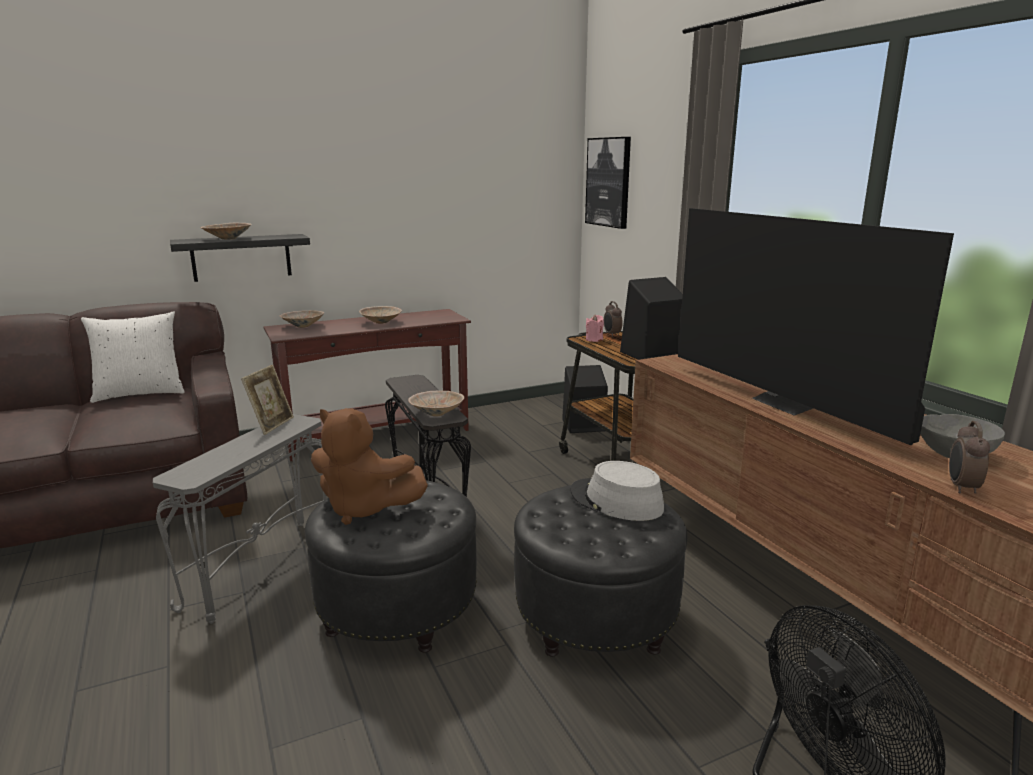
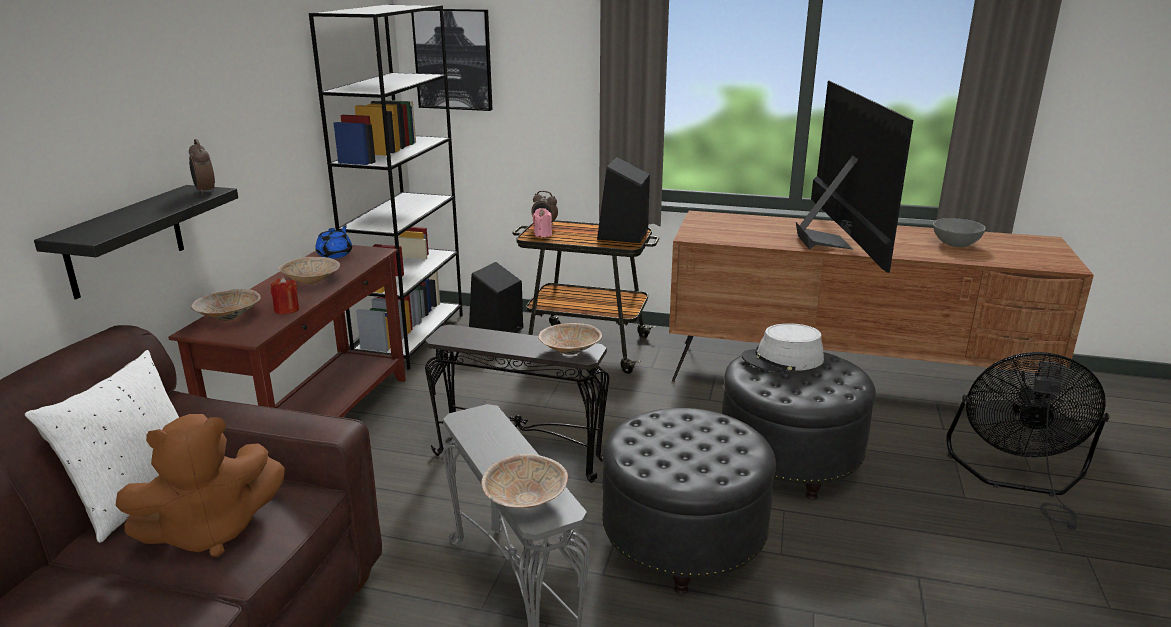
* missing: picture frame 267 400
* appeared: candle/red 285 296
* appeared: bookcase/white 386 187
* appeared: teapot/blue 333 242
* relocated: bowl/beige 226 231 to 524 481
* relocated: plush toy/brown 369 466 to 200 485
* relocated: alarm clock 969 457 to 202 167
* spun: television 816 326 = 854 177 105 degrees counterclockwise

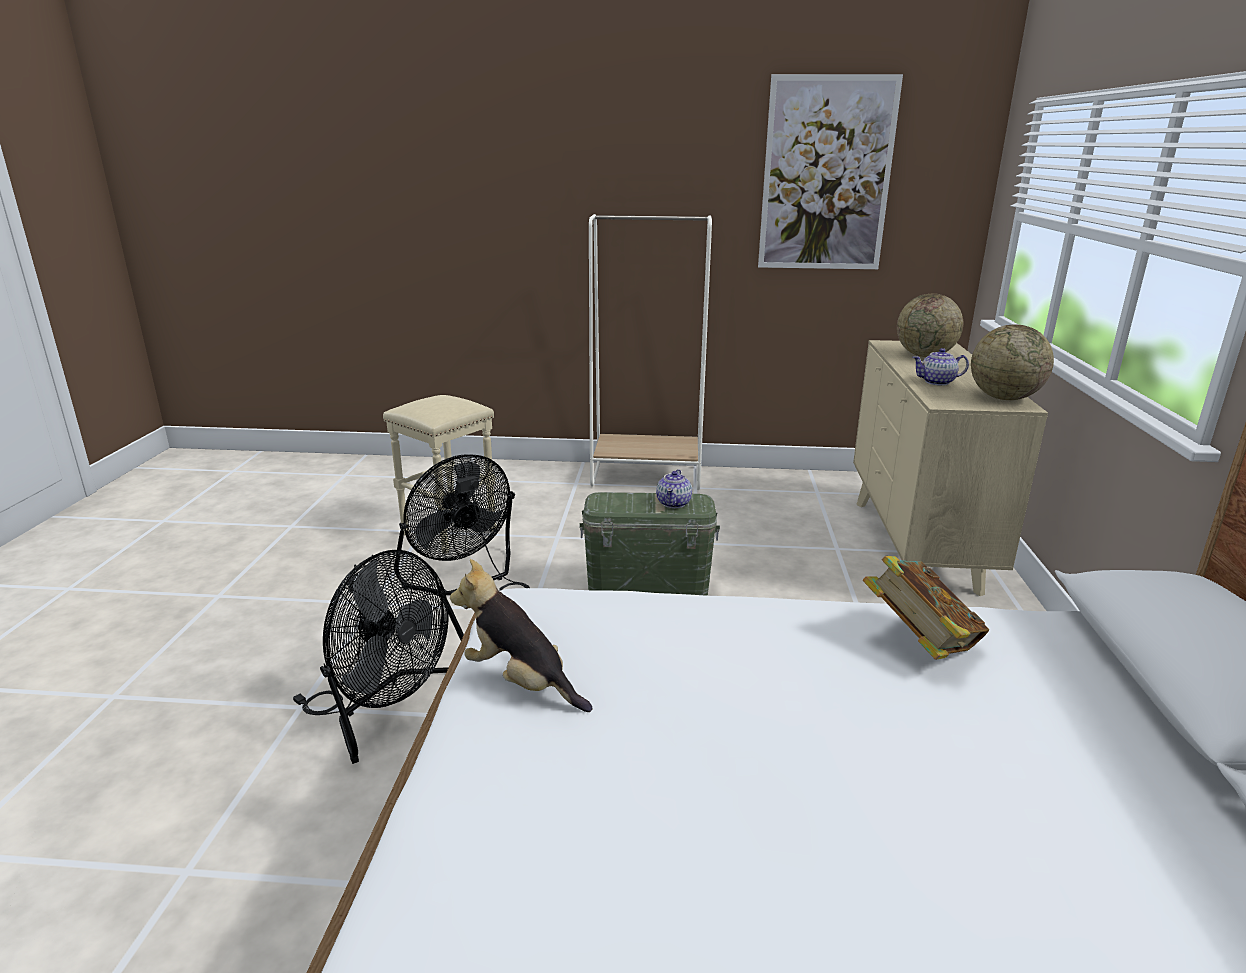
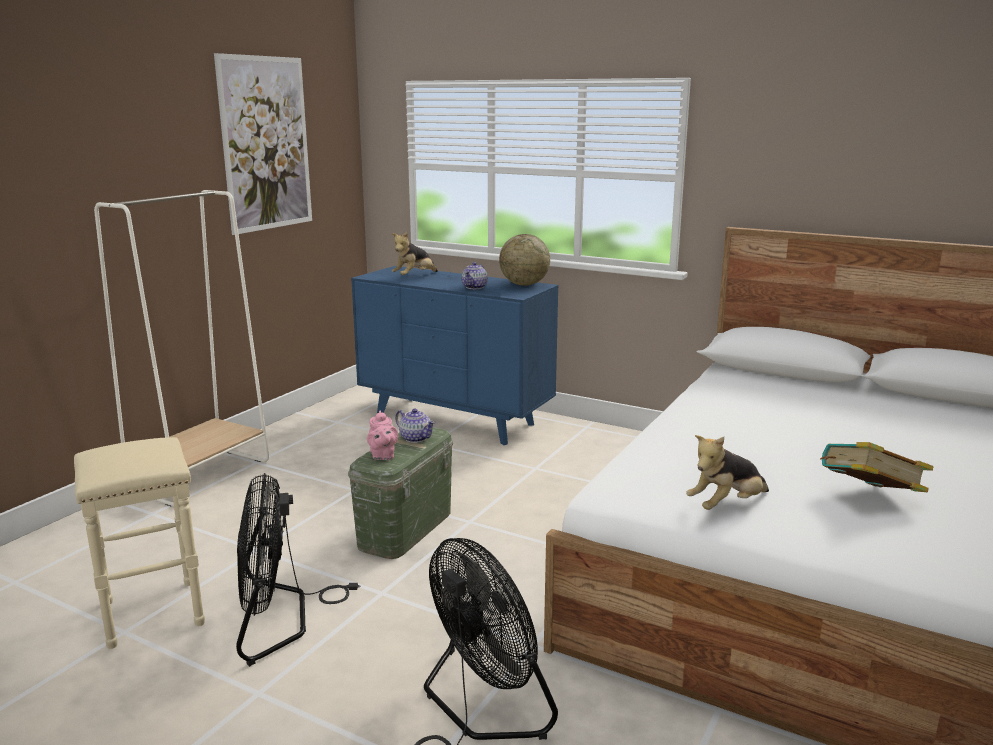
* appeared: teapot/pink 382 435
* relocated: book 926 608 to 876 467
* exchanged: globe 930 325 to plush toy 415 253
* colour: dresser/beige 950 468 to dresser/blue 455 355

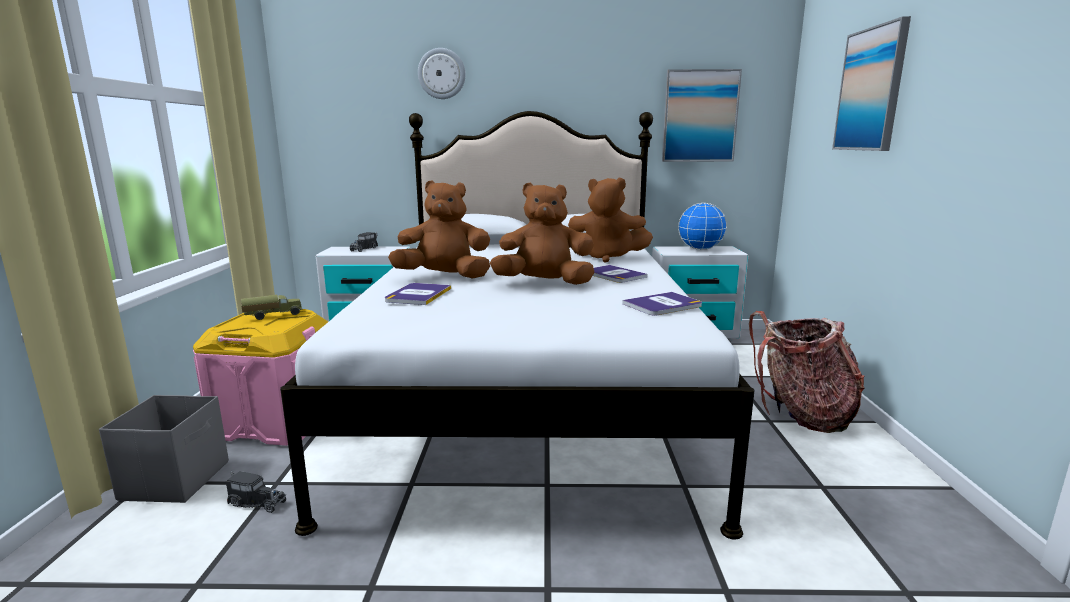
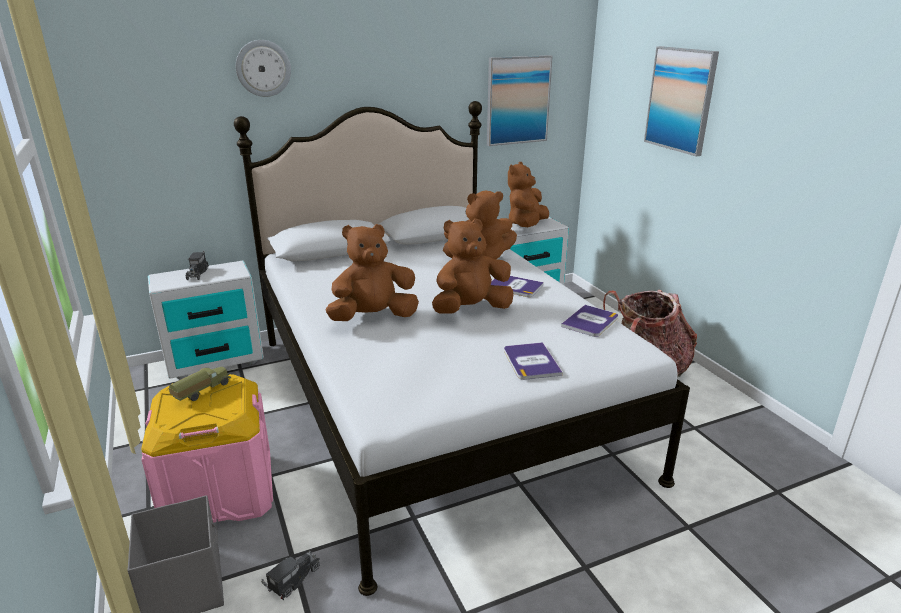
* relocated: book 418 294 to 533 361
* exchanged: globe 702 226 to plush toy/brown 528 194
* spun: toy truck 256 491 = 290 575 45 degrees counterclockwise

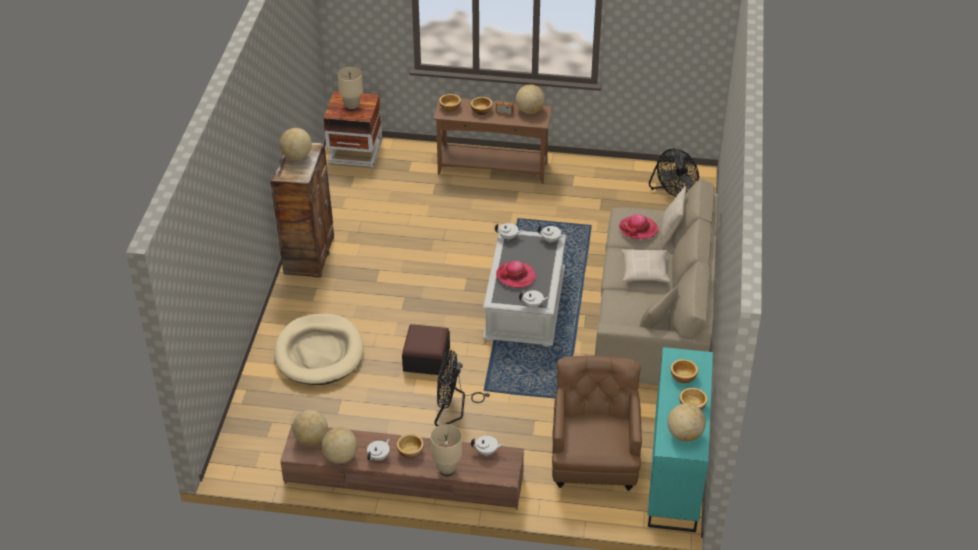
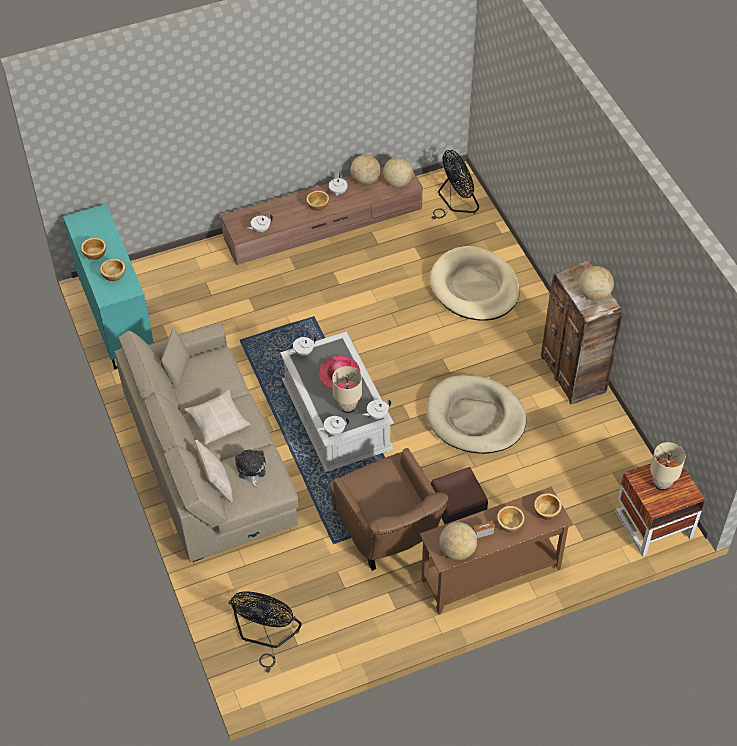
* missing: globe 686 422
* appeared: dog bed/beige 476 414
* relocated: ottoman 426 349 to 459 495
* relocated: table lamp/beige 446 450 to 347 389
* relocated: fan/black 462 388 to 455 184
* relocated: armchair/brown 597 423 to 388 509
* exchanged: hat 638 226 to plush toy 250 469

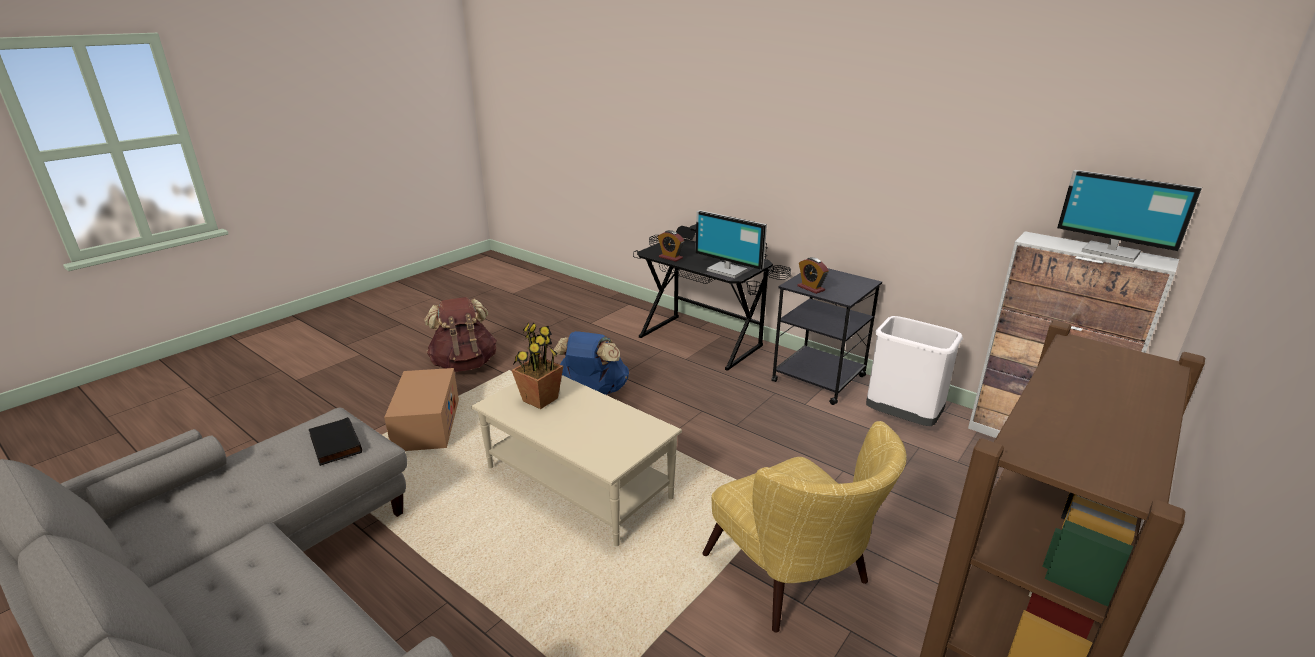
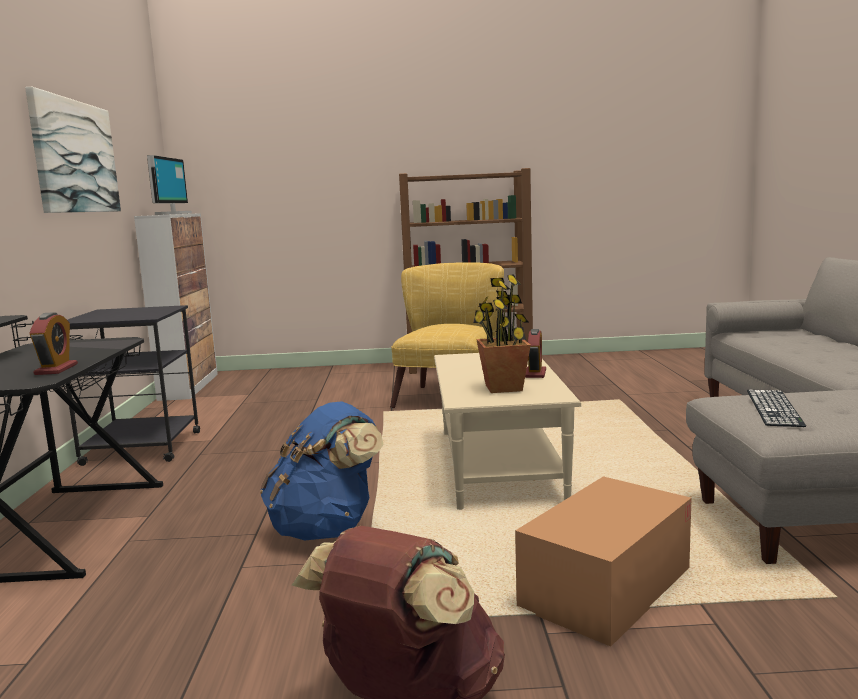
* missing: monitor 731 244
* missing: trash can/white 914 371
* appeared: picture 73 150
* relocated: alarm clock 813 275 to 535 353
* exchanged: book/black 335 441 to keyboard 776 408

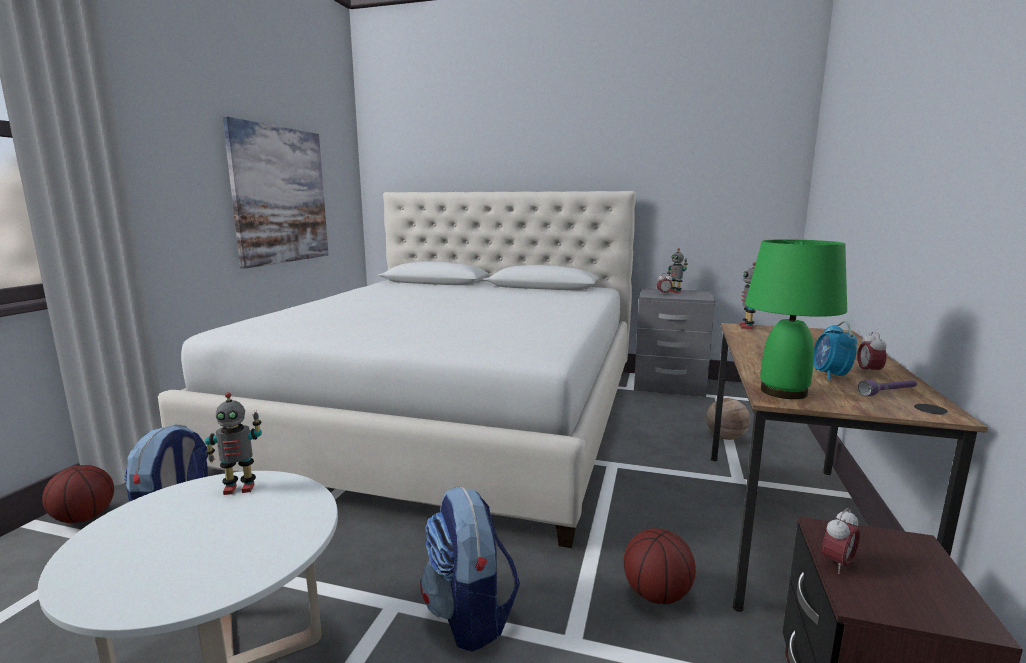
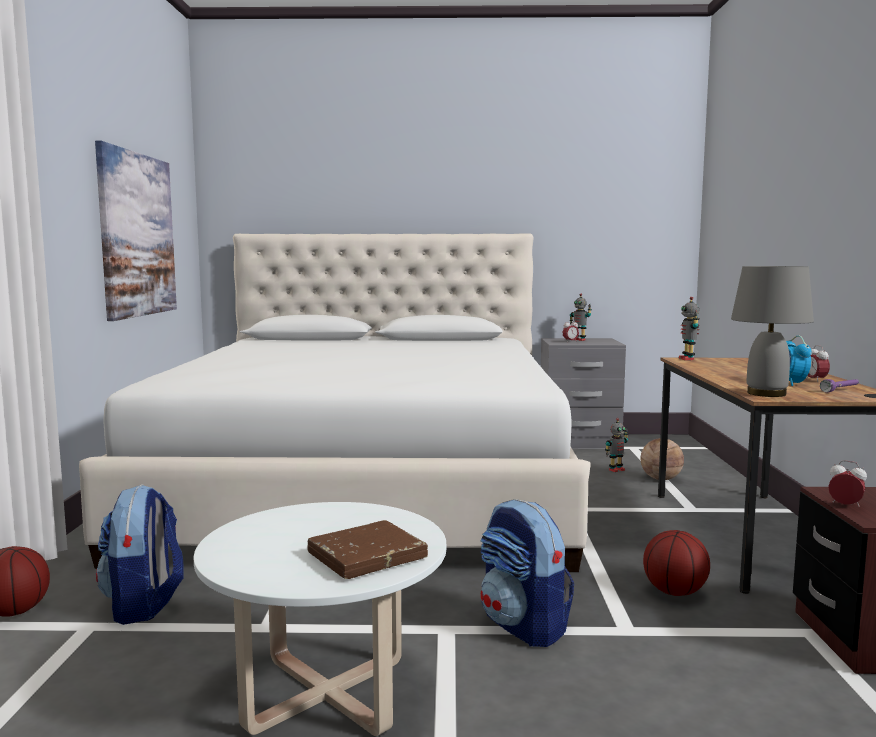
* appeared: book/brown 367 549
* relocated: toy robot 233 443 to 616 445
* colour: table lamp/green 796 319 to table lamp/grey 772 331
* spun: alarm clock 841 541 = 847 483 90 degrees counterclockwise

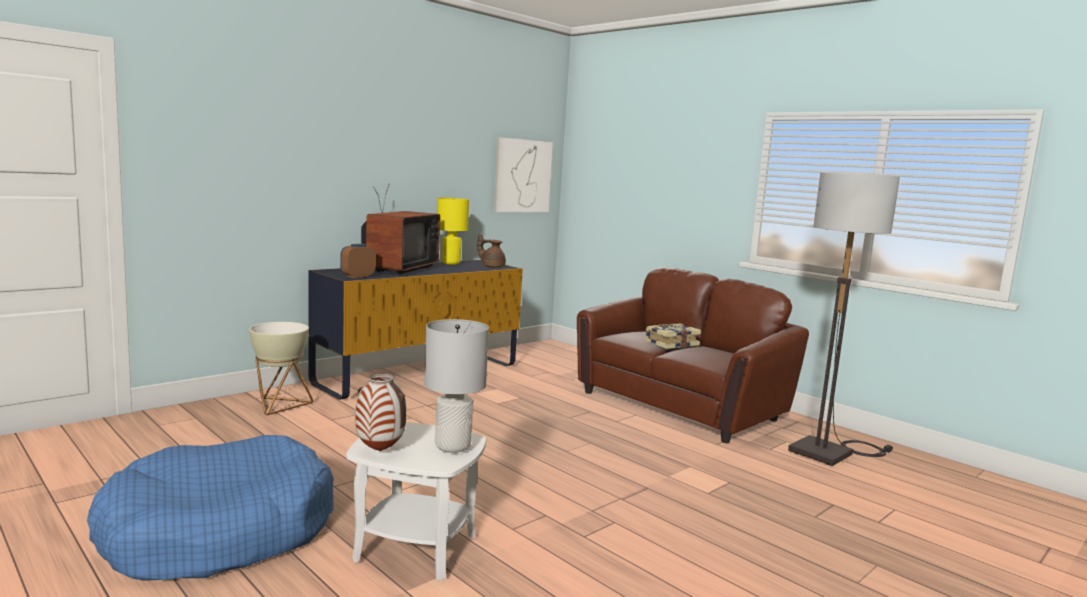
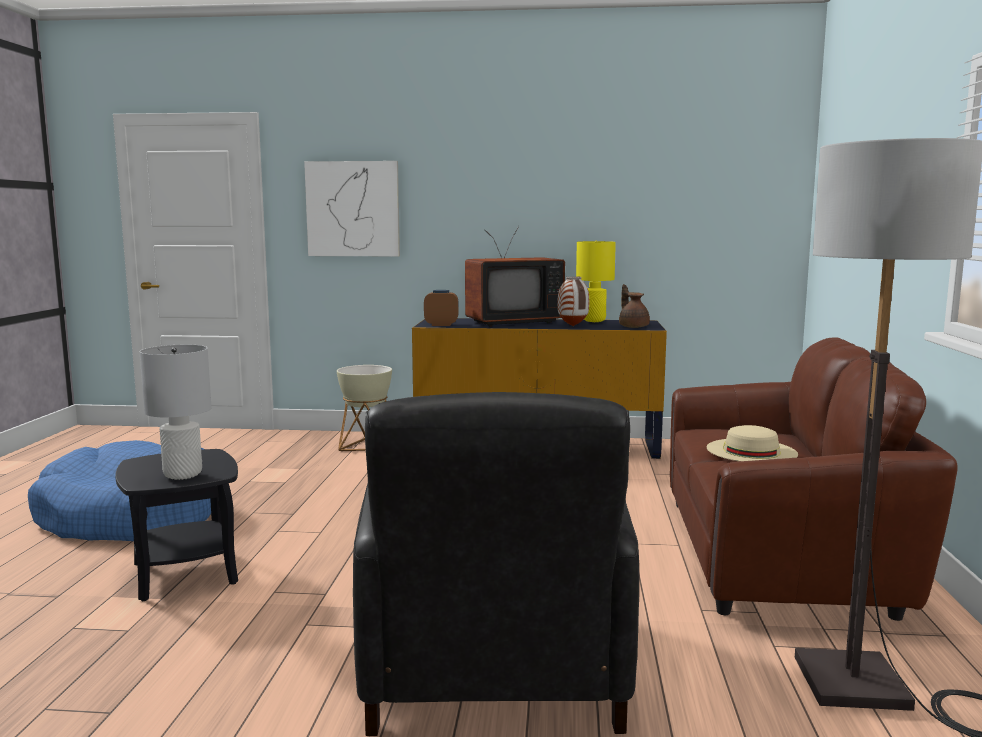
* appeared: armchair/black 496 564
* relocated: vase 380 412 to 573 301
* relocated: picture 523 174 to 352 208
* exchanged: book 673 336 to hat/beige 752 443
* colour: side table/white 416 501 to side table/black 176 525

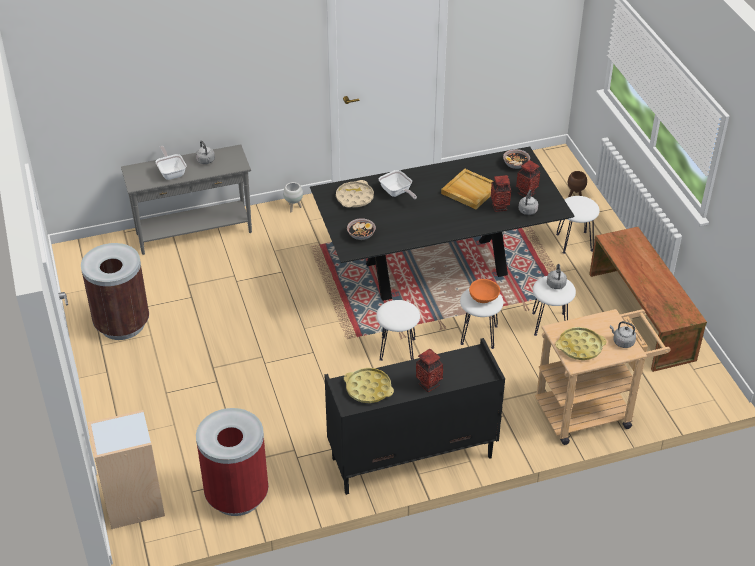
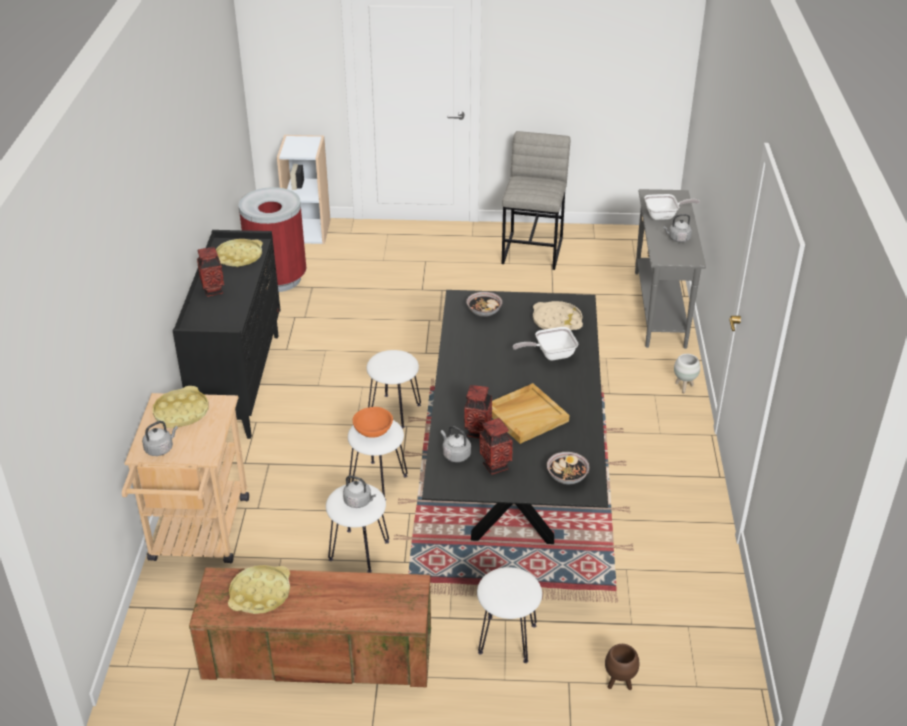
* appeared: tray/yellow 259 589
* exchanged: trash can/brown 115 291 to chair/grey 536 200

